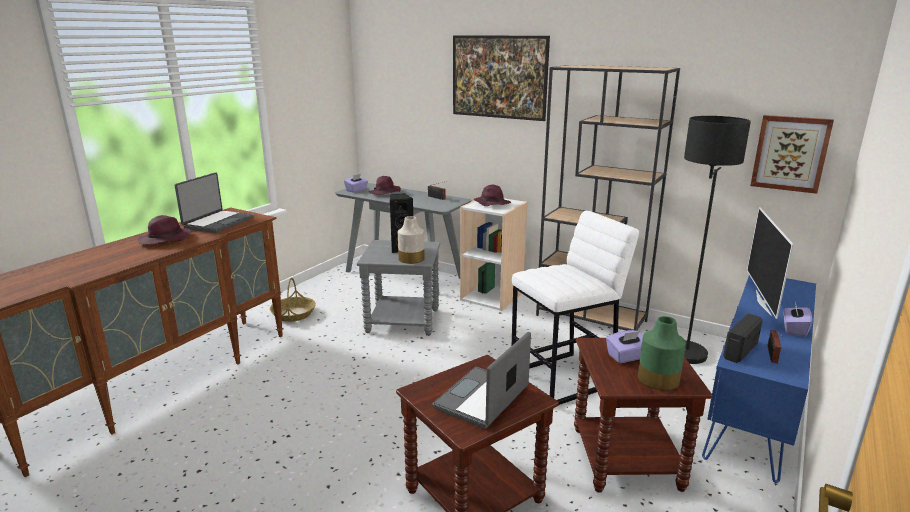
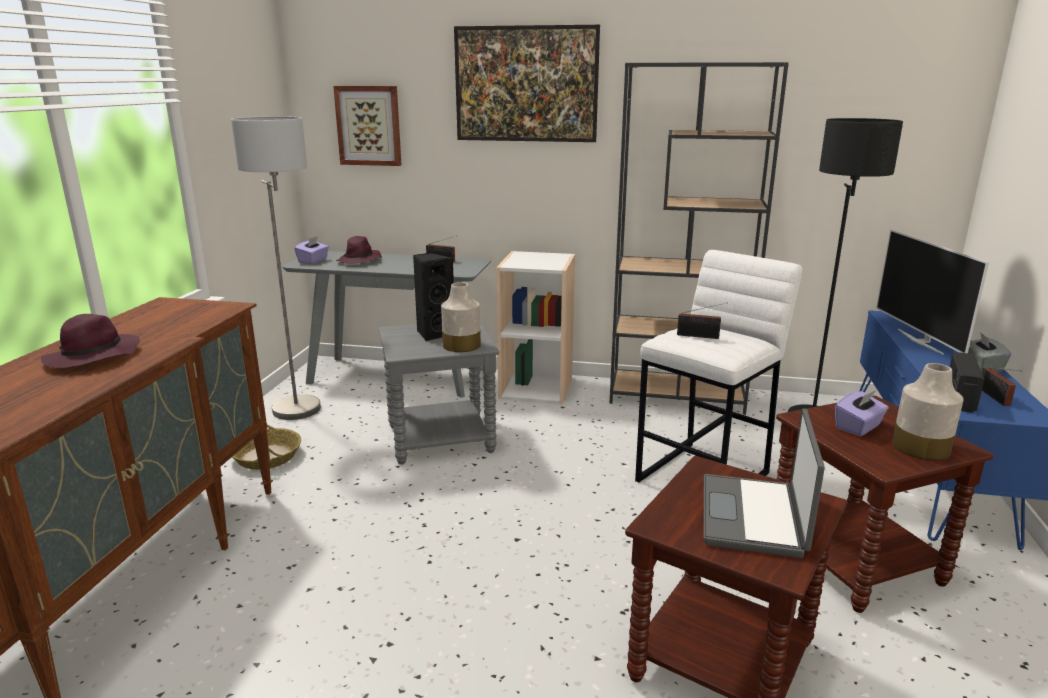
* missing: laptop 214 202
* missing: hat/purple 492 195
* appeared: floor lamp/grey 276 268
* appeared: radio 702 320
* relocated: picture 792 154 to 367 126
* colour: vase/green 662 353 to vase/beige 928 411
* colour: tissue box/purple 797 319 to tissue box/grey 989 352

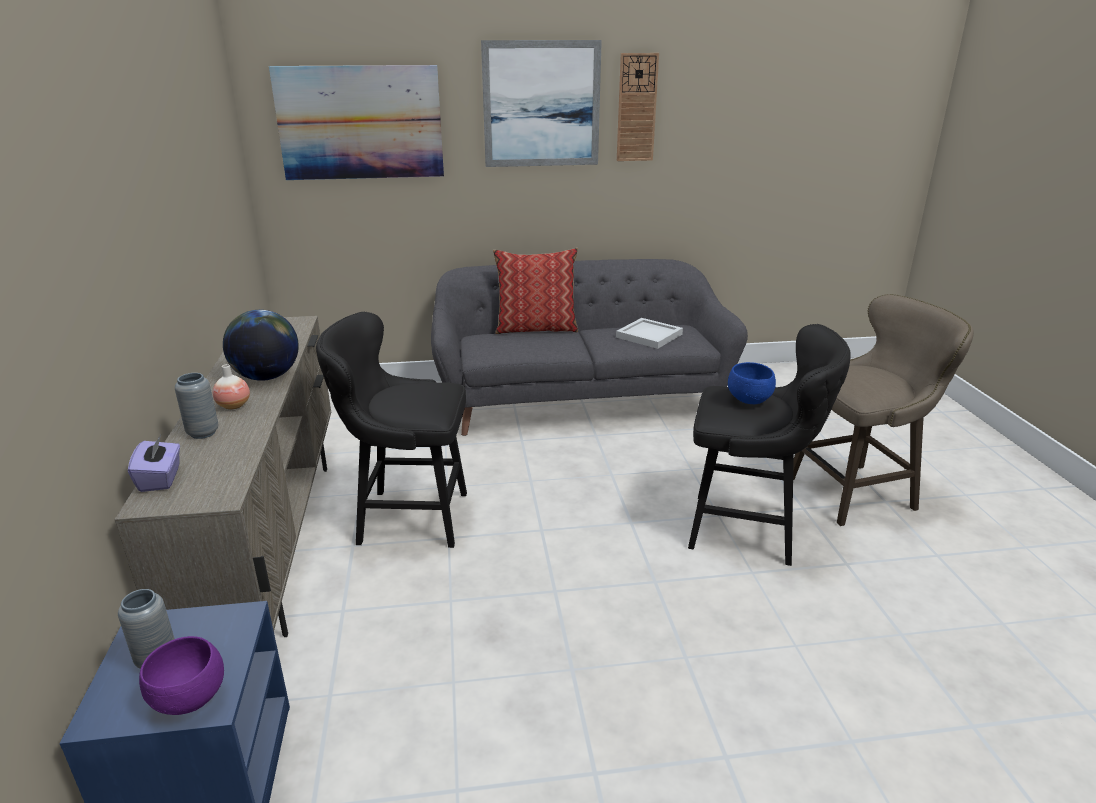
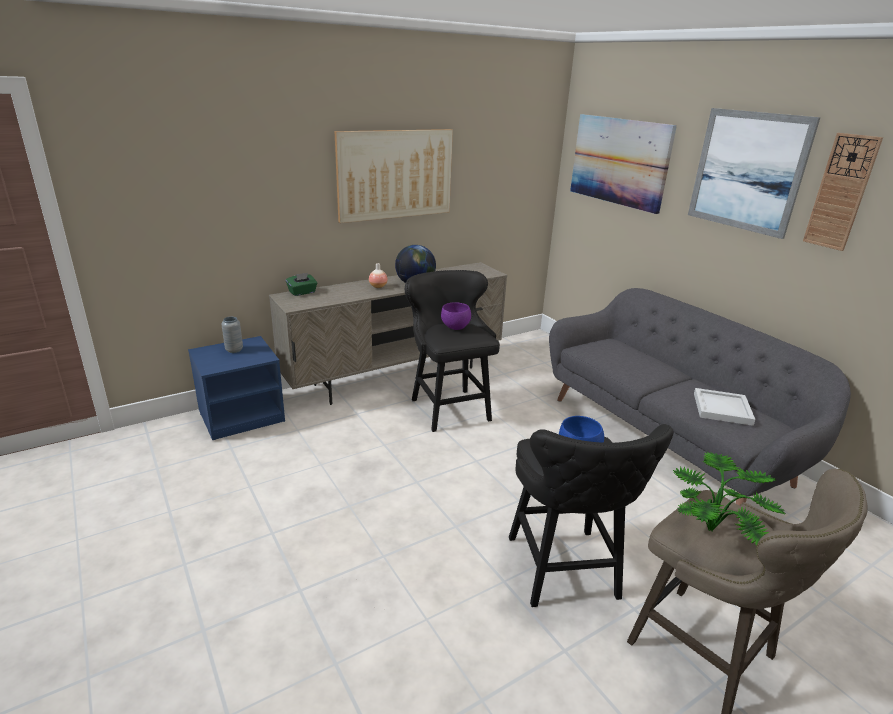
* missing: vase/grey 196 406
* missing: pillow 535 291
* appeared: picture 393 176
* appeared: potted plant 729 499
* relocated: bowl/purple 181 675 to 456 316
* colour: tissue box/purple 154 463 to tissue box/green 301 284

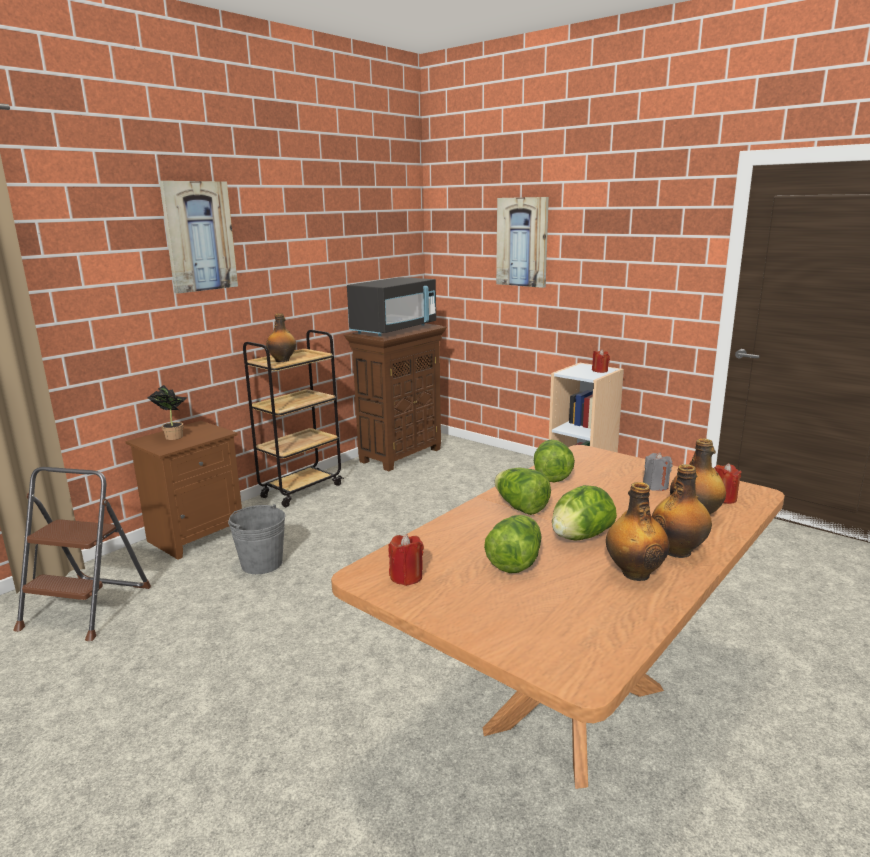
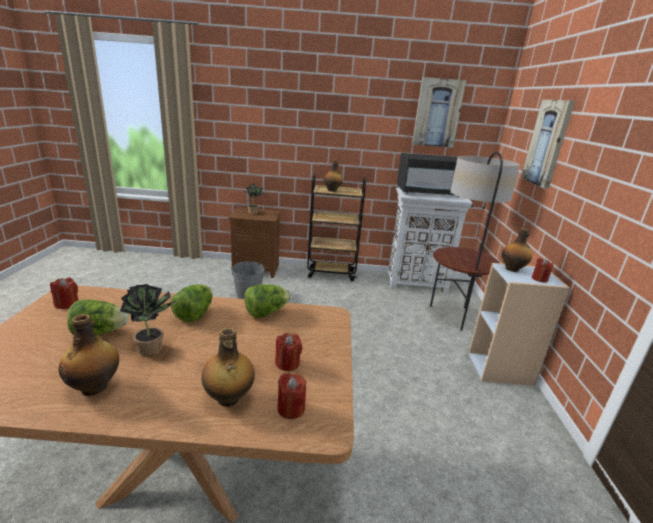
* missing: step ladder/brown 82 554
* appeared: floor lamp 475 241
* relocated: picture 198 237 to 439 112
* relocated: bottle 682 511 to 517 250
* exchanged: lettuce 584 512 to potted plant 148 320
* colour: cabinet/brown 395 397 to cabinet/white 431 240
* colour: candle/grey 658 471 to candle/red 288 352

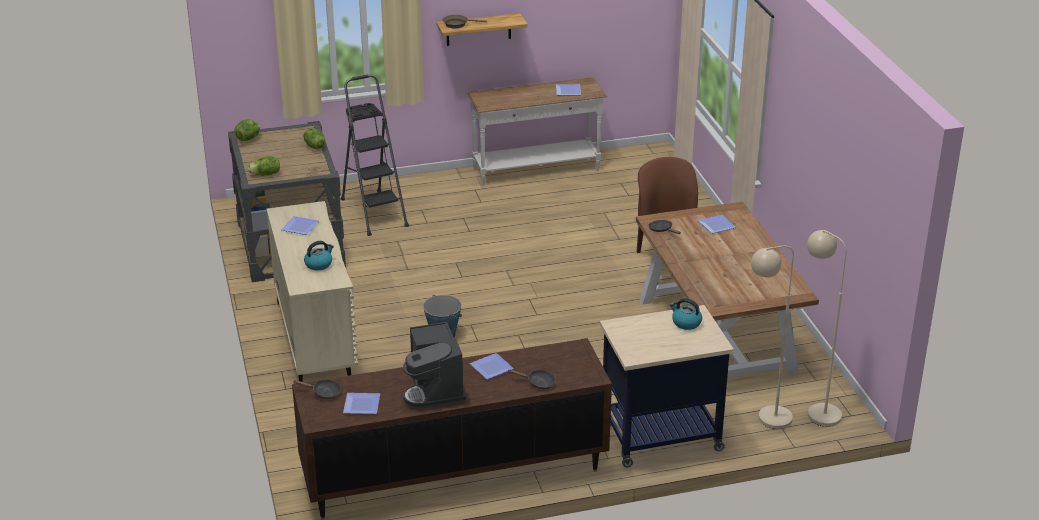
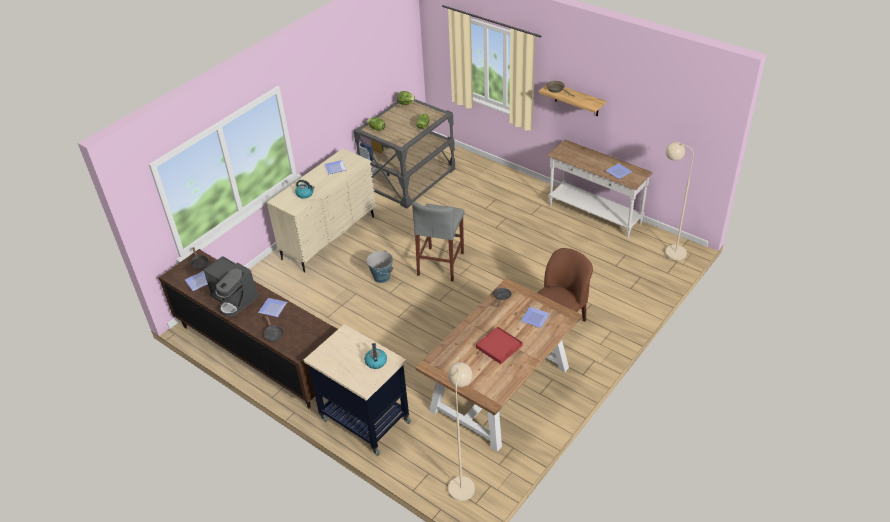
* missing: step ladder 375 155
* appeared: stool/grey 438 241
* appeared: tray/red 499 345
* relocated: floor lamp/beige 772 337 to 679 201
* spun: coffee machine 434 365 = 231 286 90 degrees counterclockwise

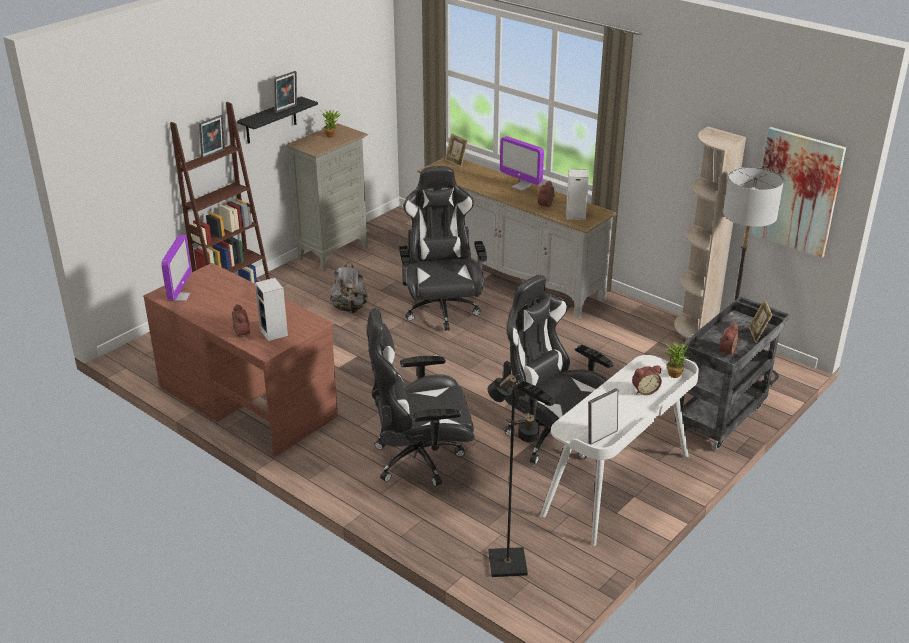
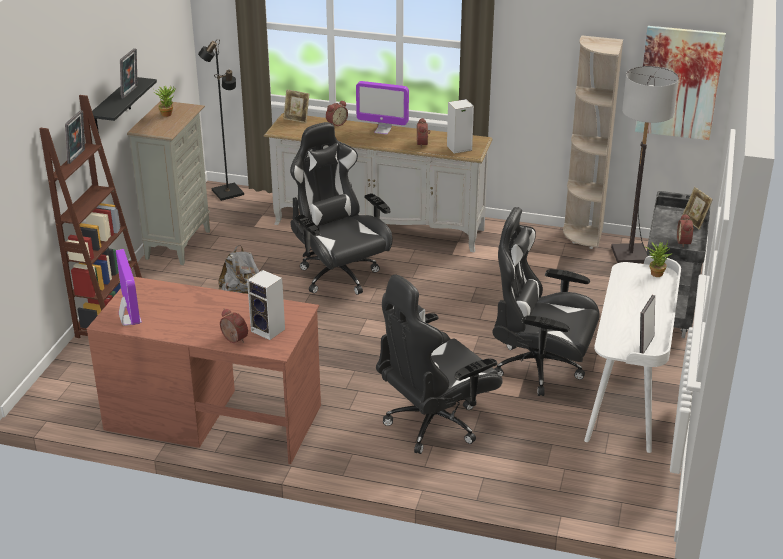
* relocated: floor lamp/black 514 475 to 221 120
* relocated: alarm clock 647 380 to 337 113

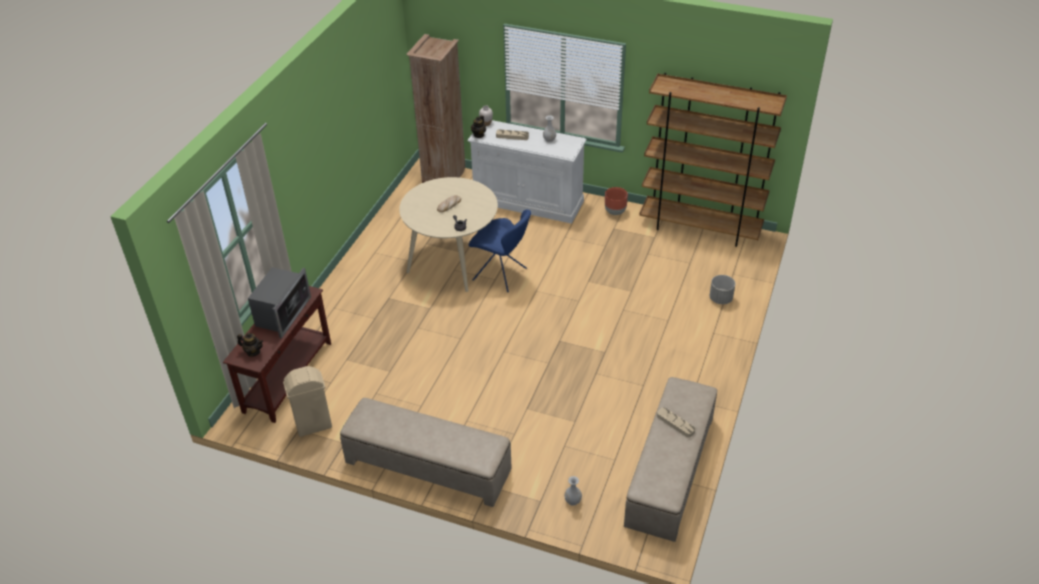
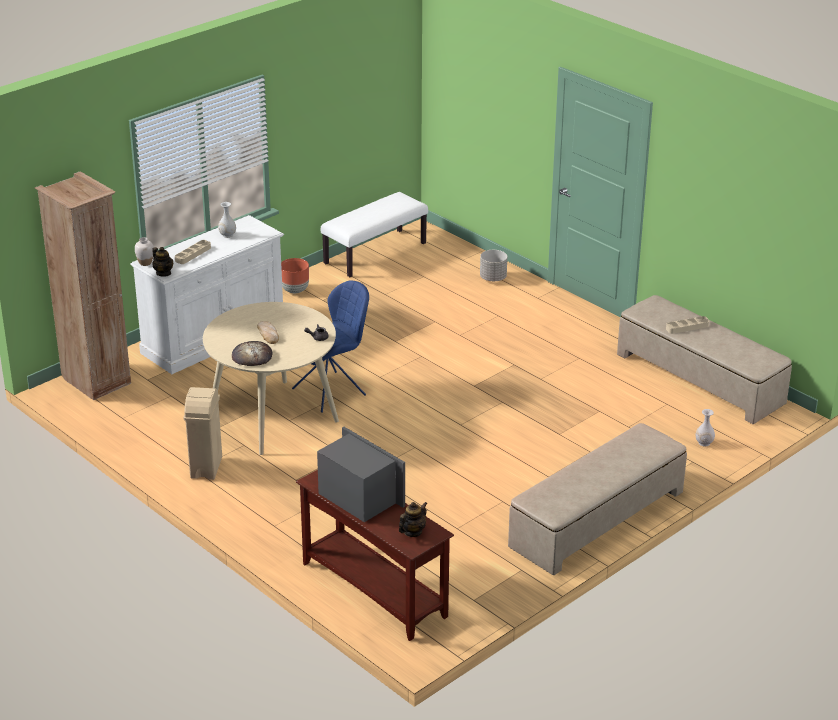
* appeared: bread 252 353
* relocated: trash can/beige 307 401 to 202 433
* exchanged: bookcase/brown 713 160 to bench/white 374 234

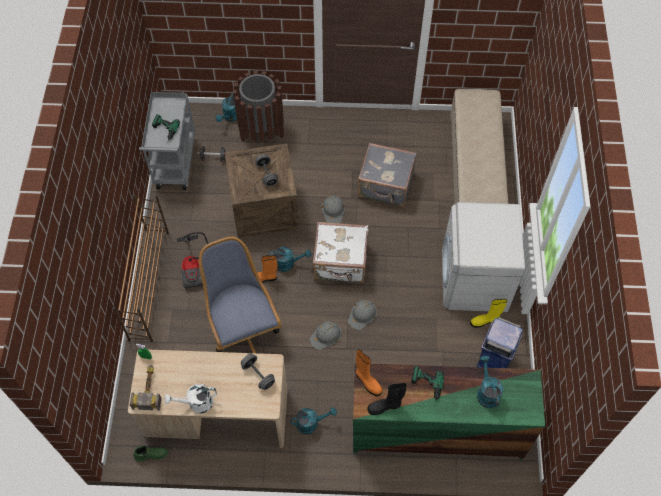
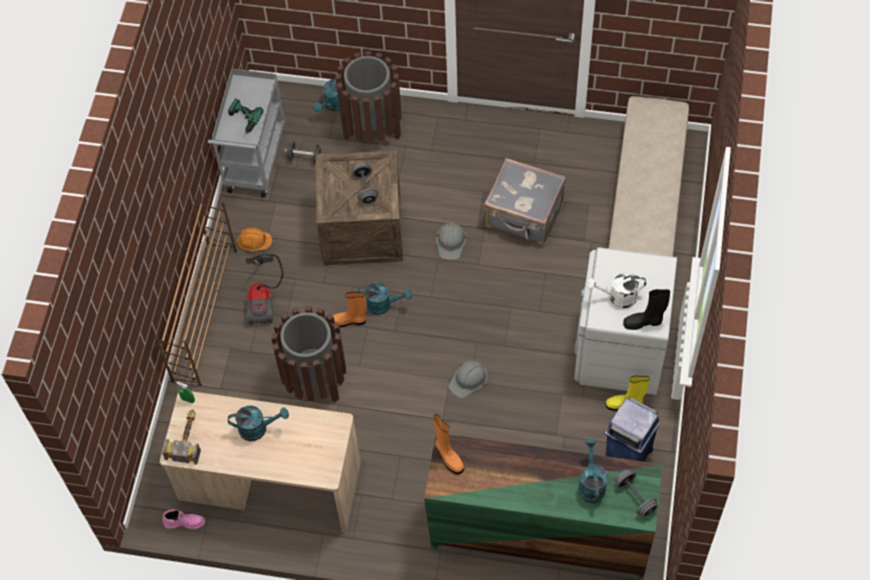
* missing: hard hat/grey 325 335
* missing: suitcase/white 341 252
* missing: power drill 427 385
* appeared: hard hat/orange 254 239
* relocated: watering can/white 190 398 to 616 290
* relocated: dumbbell/grey 258 372 to 636 493
* relocated: watering can/turquoise 313 420 to 258 423
* relocated: boot/black 387 399 to 646 309
* exchanged: office chair/blue 240 294 to trash can/brown 308 354
* colour: boot/green 150 454 to boot/pink 184 519

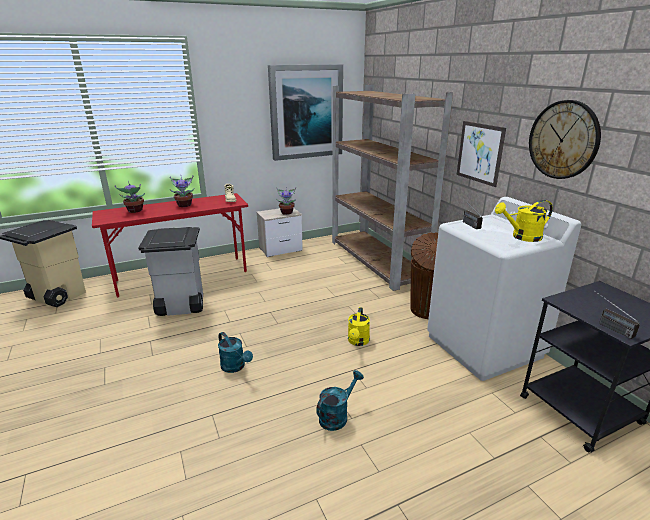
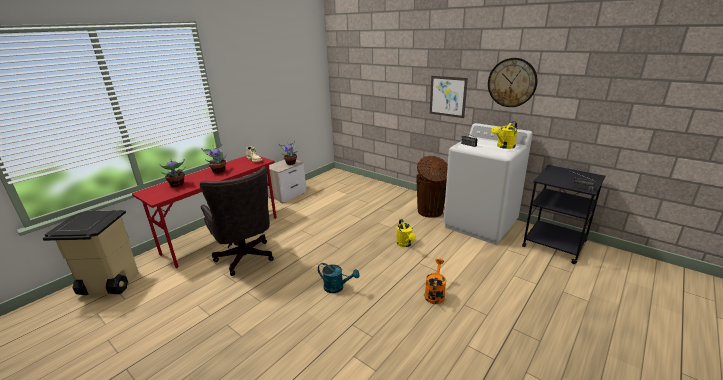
* missing: picture 305 112
* missing: bookcase/brown 392 188
* exchanged: trash can/grey 170 271 to office chair/grey 237 221
* colour: watering can/turquoise 340 400 to watering can/orange 435 281

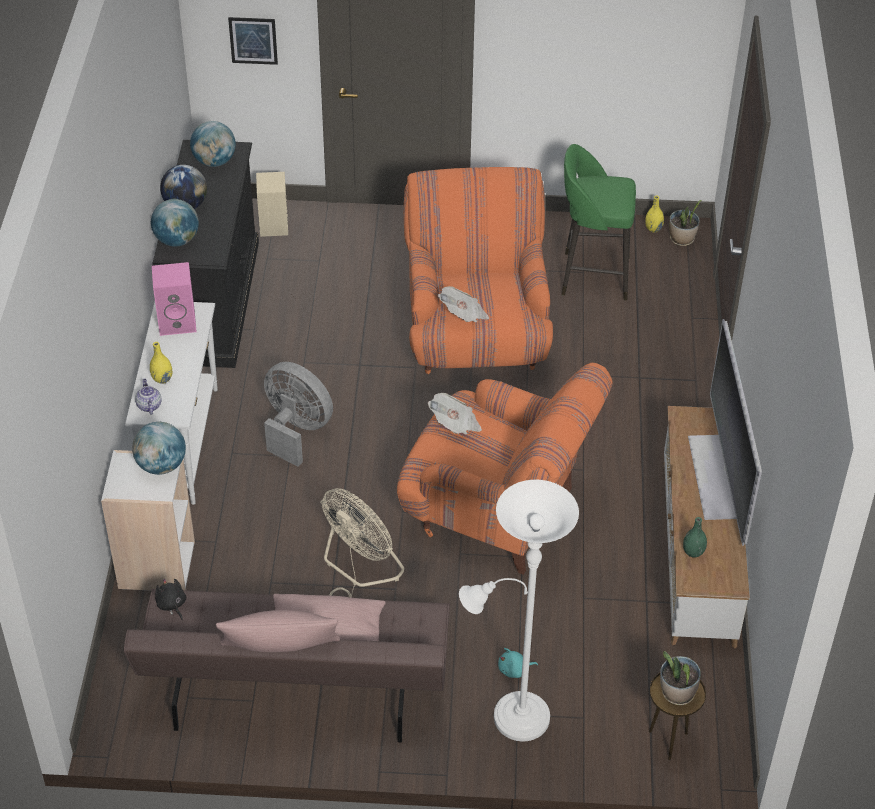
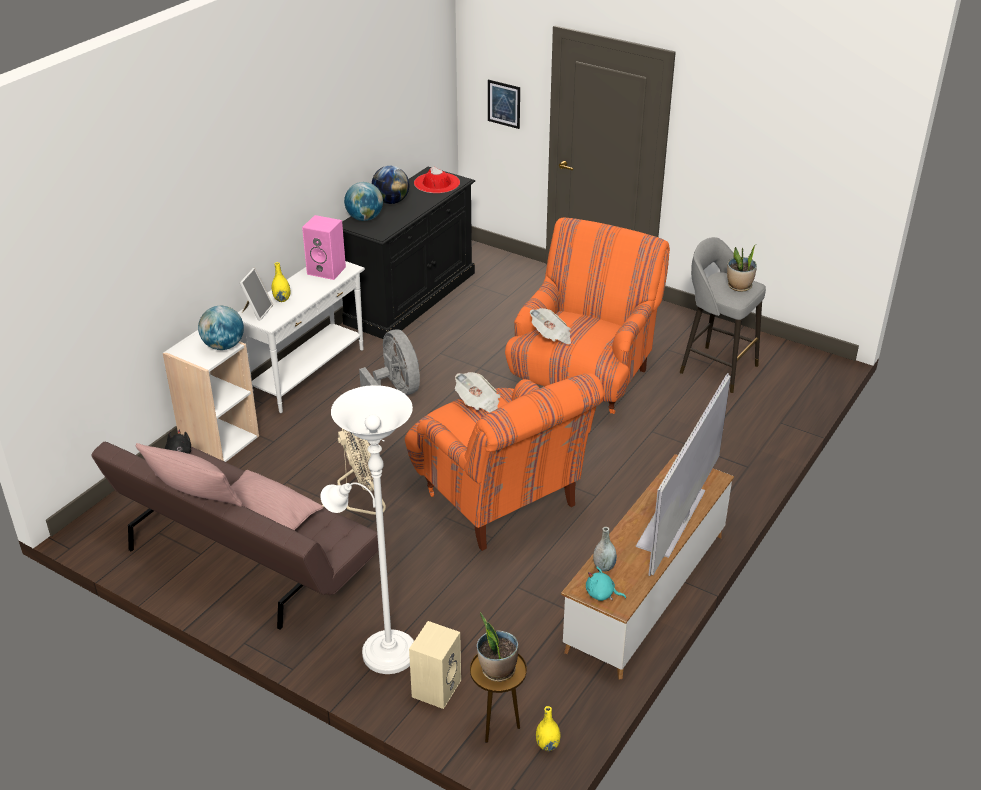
* relocated: speaker/beige 272 204 to 435 665
* relocated: plush toy/turquoise 518 663 to 606 584
* relocated: vase/yellow 654 214 to 548 728
* relocated: potted plant 685 223 to 742 268
* exchanged: teapot 148 397 to picture frame 256 294
* exchanged: globe 213 144 to hat/red 437 180
* colour: stool/green 598 222 to stool/grey 723 315
* colour: vase/green 695 537 to vase/grey 605 549

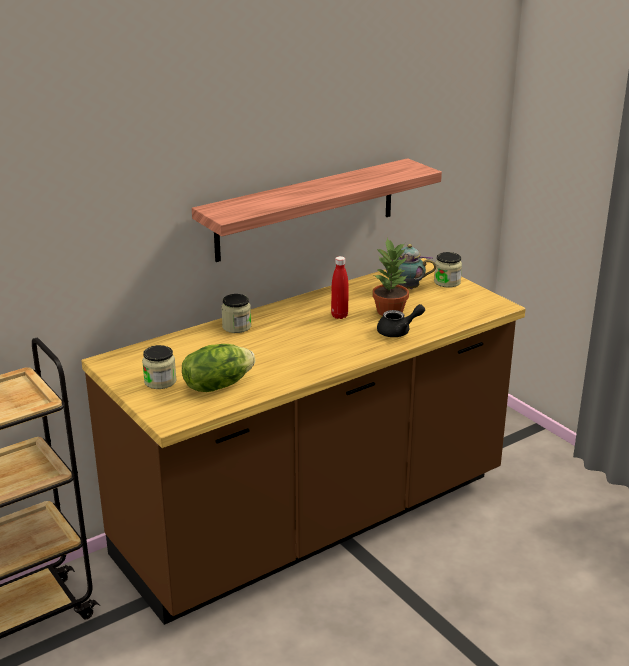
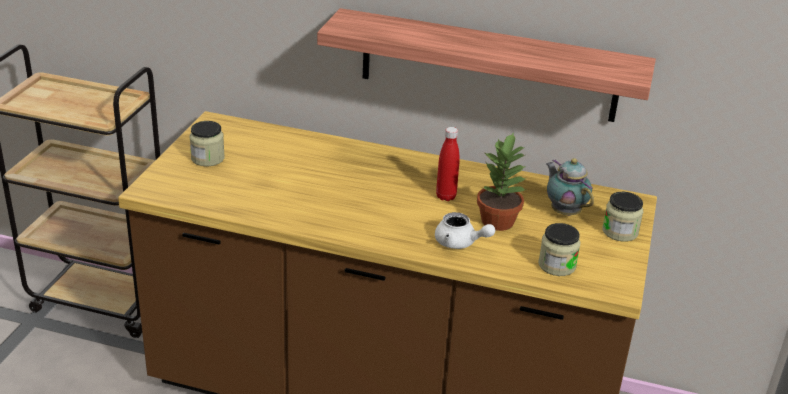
* missing: lettuce 218 368
* relocated: jar 236 313 to 559 249
* colour: teapot/black 401 320 to teapot/white 465 230

